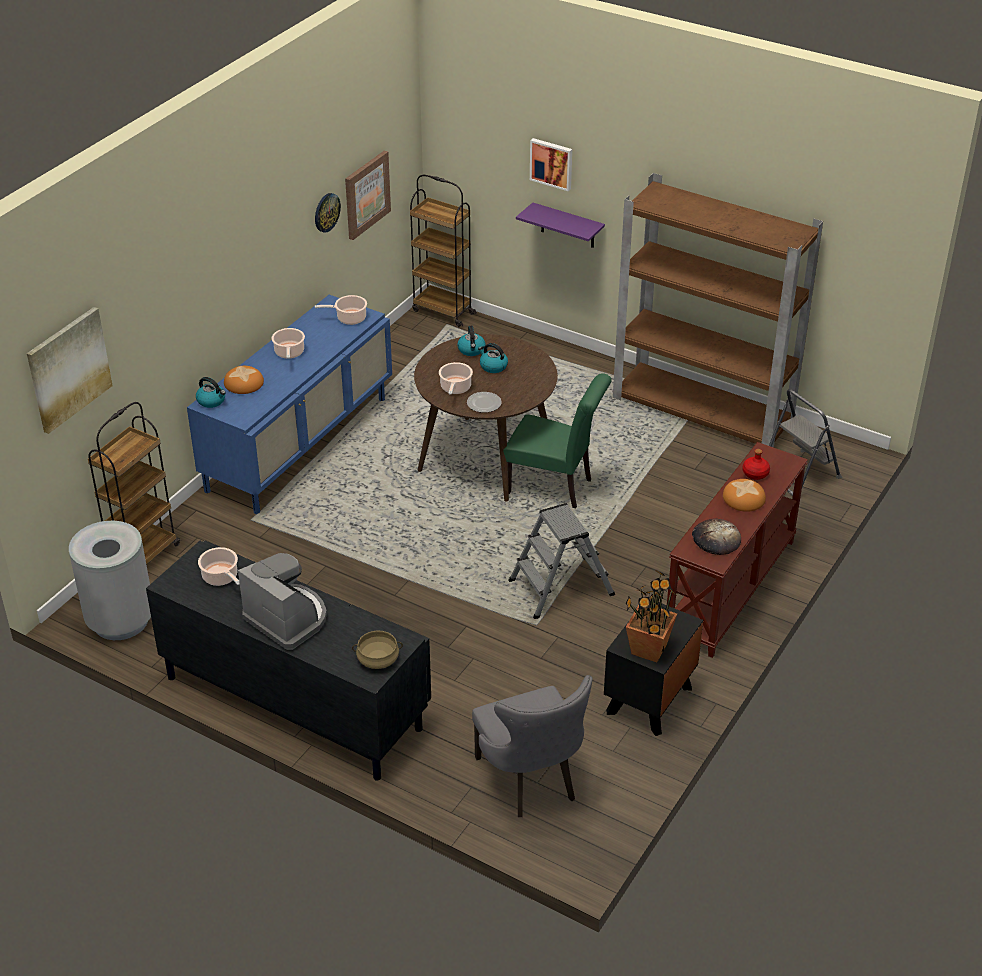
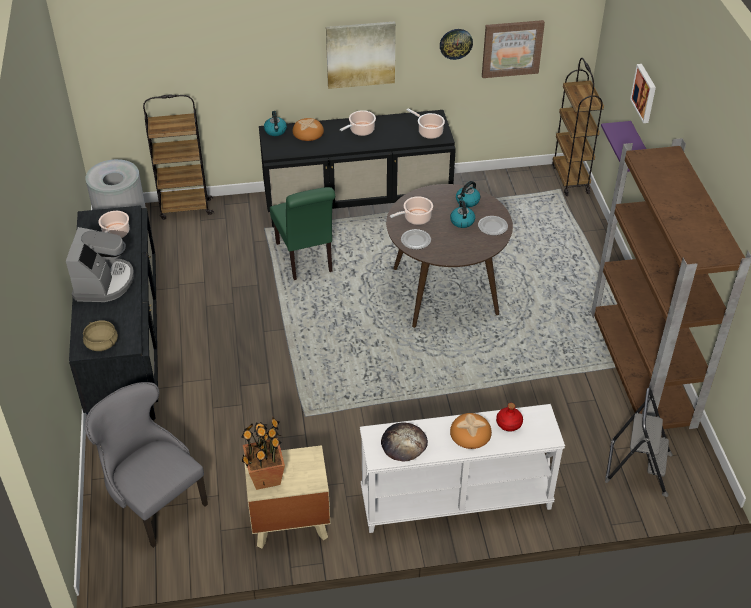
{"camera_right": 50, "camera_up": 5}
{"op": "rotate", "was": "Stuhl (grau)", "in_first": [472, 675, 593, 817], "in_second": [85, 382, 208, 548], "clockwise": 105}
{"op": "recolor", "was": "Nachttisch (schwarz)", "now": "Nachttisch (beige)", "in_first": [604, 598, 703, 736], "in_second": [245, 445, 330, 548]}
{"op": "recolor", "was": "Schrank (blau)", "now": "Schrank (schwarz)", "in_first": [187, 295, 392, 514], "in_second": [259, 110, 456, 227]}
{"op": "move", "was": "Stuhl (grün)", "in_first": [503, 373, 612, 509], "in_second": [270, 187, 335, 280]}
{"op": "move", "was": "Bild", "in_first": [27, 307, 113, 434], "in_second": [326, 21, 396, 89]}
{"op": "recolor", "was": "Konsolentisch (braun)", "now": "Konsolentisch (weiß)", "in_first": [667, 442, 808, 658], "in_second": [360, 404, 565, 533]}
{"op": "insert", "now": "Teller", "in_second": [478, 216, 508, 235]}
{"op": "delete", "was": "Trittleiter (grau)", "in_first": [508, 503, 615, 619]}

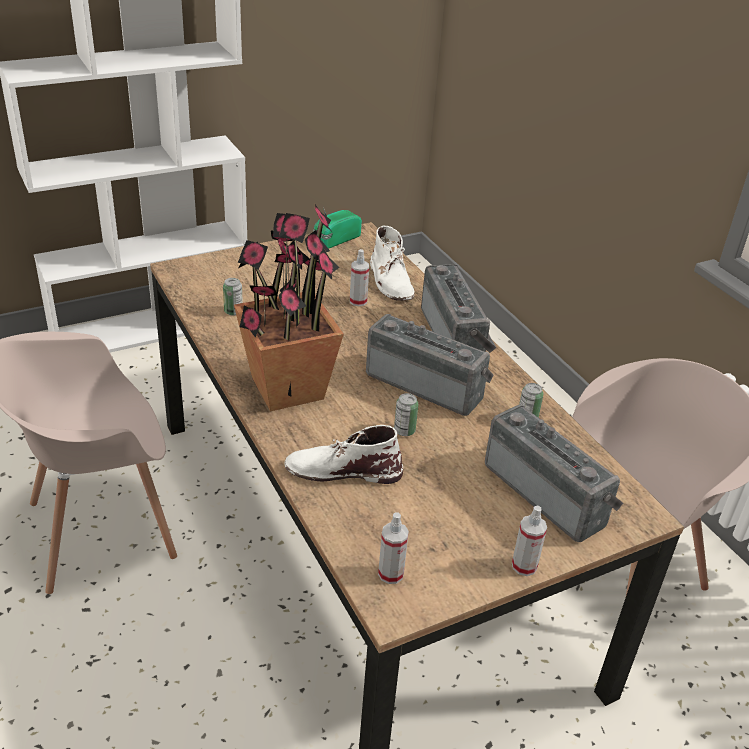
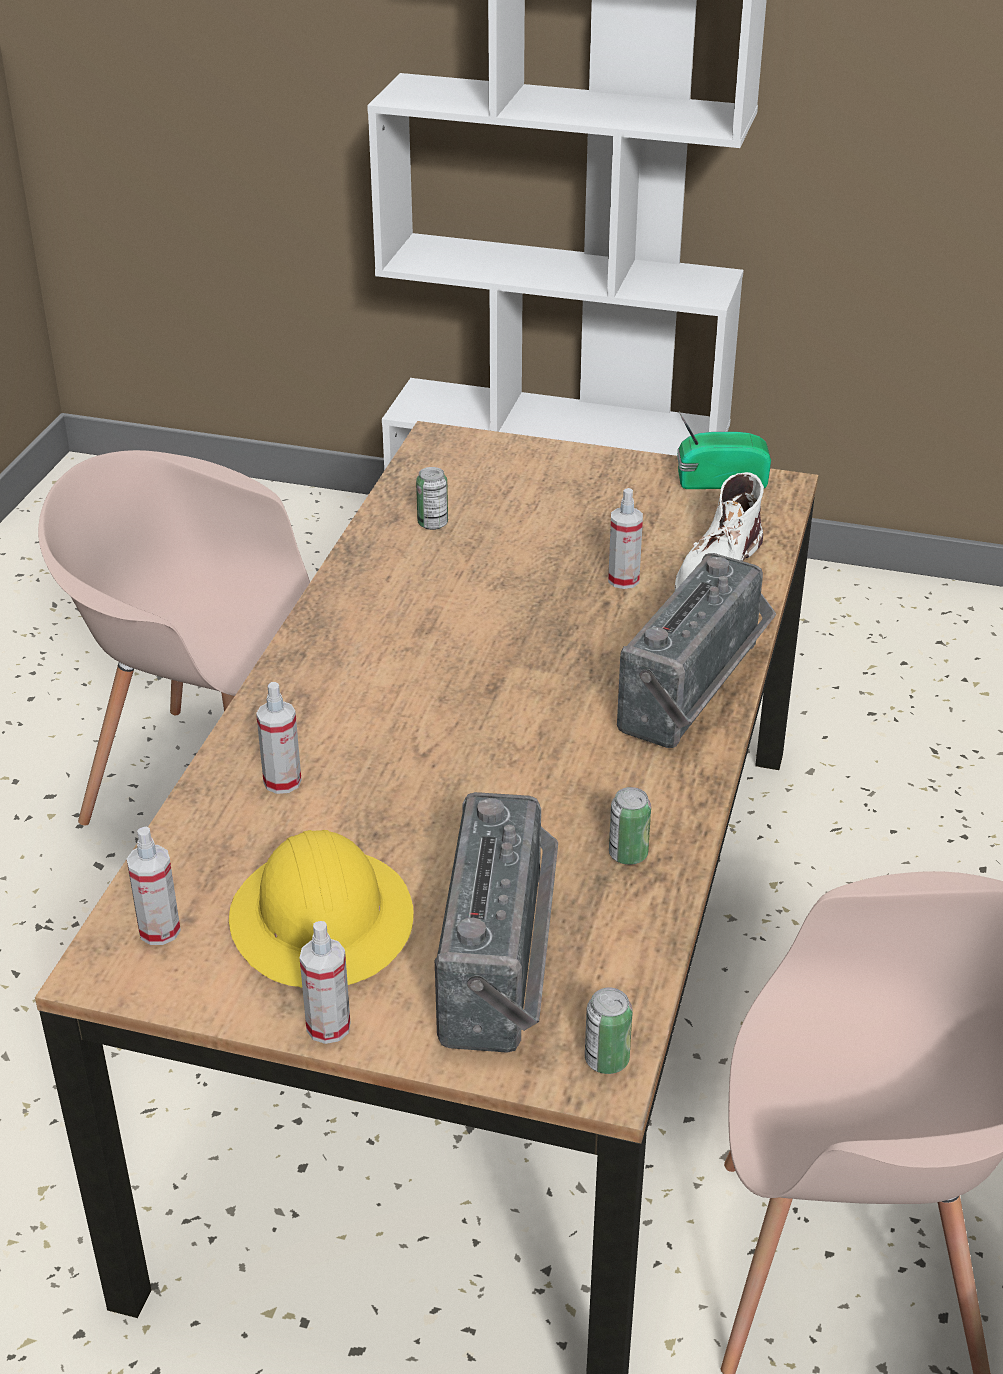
{"camera_right": 45, "camera_up": 0}
{"op": "insert", "now": "Schutzhelm (gelb)", "in_second": [229, 830, 413, 988]}
{"op": "replace", "was": "Stiefel (weiß)", "now": "Sprühflasche", "in_first": [284, 425, 403, 484], "in_second": [256, 682, 302, 794]}
{"op": "move", "was": "Dose", "in_first": [394, 393, 418, 436], "in_second": [585, 988, 633, 1074]}
{"op": "delete", "was": "Topfpflanze", "in_first": [234, 204, 344, 412]}
{"op": "delete", "was": "Radio", "in_first": [366, 314, 493, 416]}

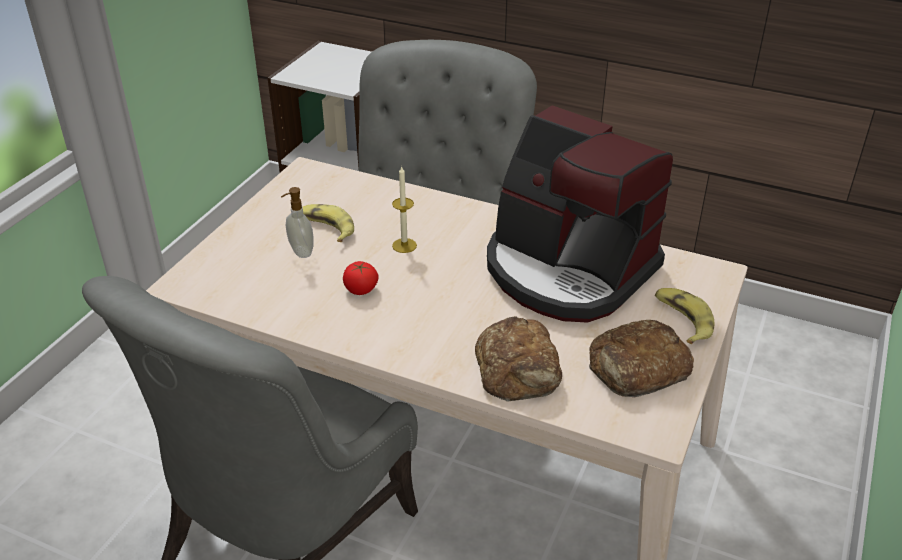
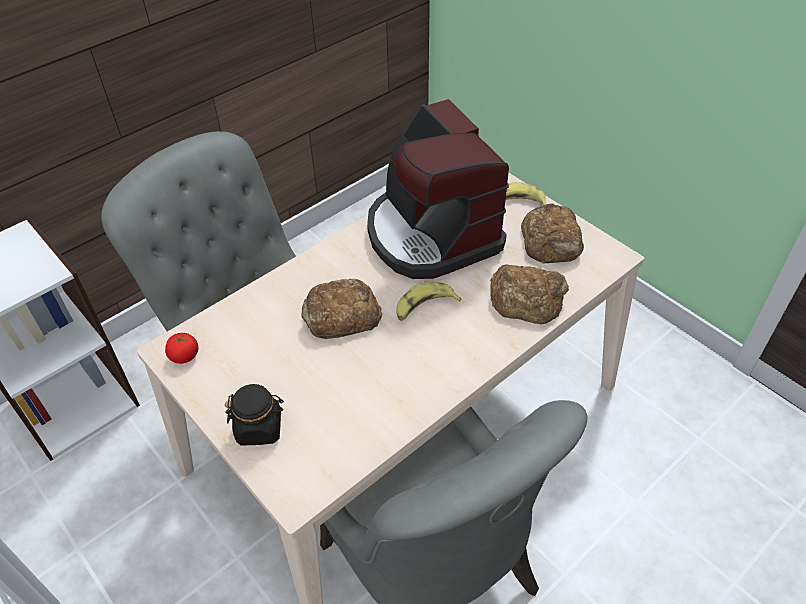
{"camera_right": -65, "camera_up": 10}
{"op": "move", "was": "Tomate", "in_first": [343, 261, 379, 295], "in_second": [165, 333, 198, 364]}
{"op": "insert", "now": "Vorratsglas (schwarz)", "in_second": [225, 384, 284, 446]}
{"op": "replace", "was": "Kerze", "now": "Brot", "in_first": [392, 166, 417, 253], "in_second": [301, 279, 382, 339]}
{"op": "rotate", "was": "Kaffeemaschine", "in_first": [487, 105, 673, 323], "in_second": [367, 99, 509, 279], "clockwise": 90}
{"op": "move", "was": "Banane", "in_first": [303, 204, 354, 242], "in_second": [397, 282, 461, 321]}
{"op": "delete", "was": "Seifenspender", "in_first": [281, 187, 314, 258]}

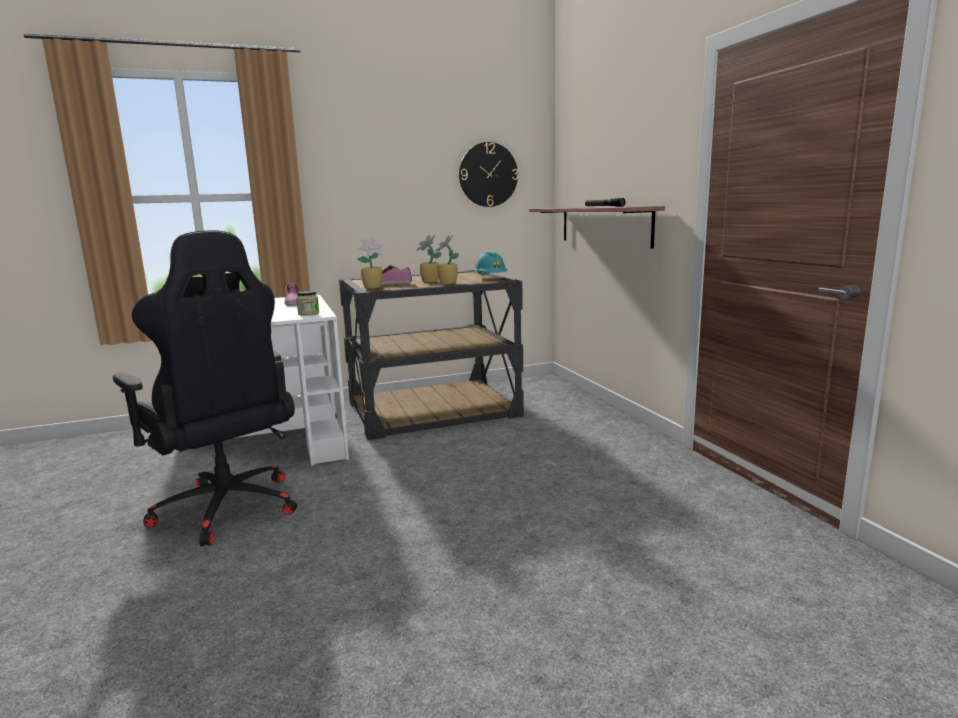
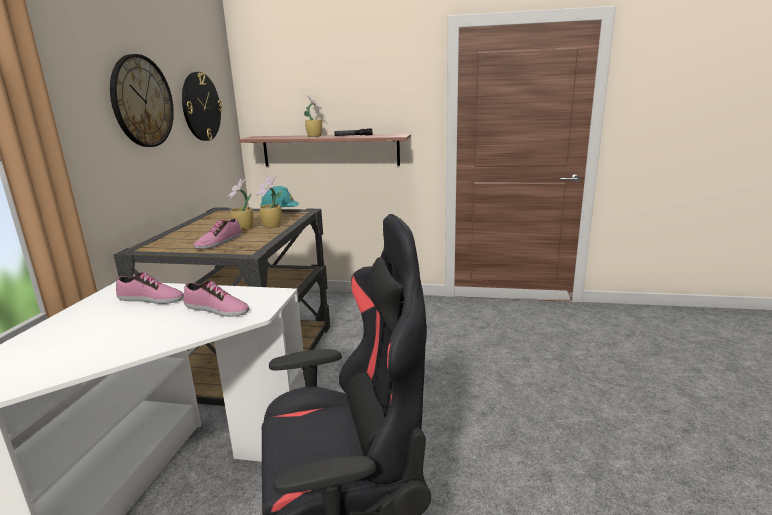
{"camera_right": -60, "camera_up": 5}
{"op": "insert", "now": "Wanduhr", "in_second": [110, 54, 174, 147]}
{"op": "insert", "now": "Schuh", "in_second": [184, 281, 250, 317]}
{"op": "move", "was": "Topfpflanze", "in_first": [357, 237, 384, 289], "in_second": [304, 96, 322, 137]}
{"op": "delete", "was": "Vorratsglas", "in_first": [296, 291, 319, 316]}

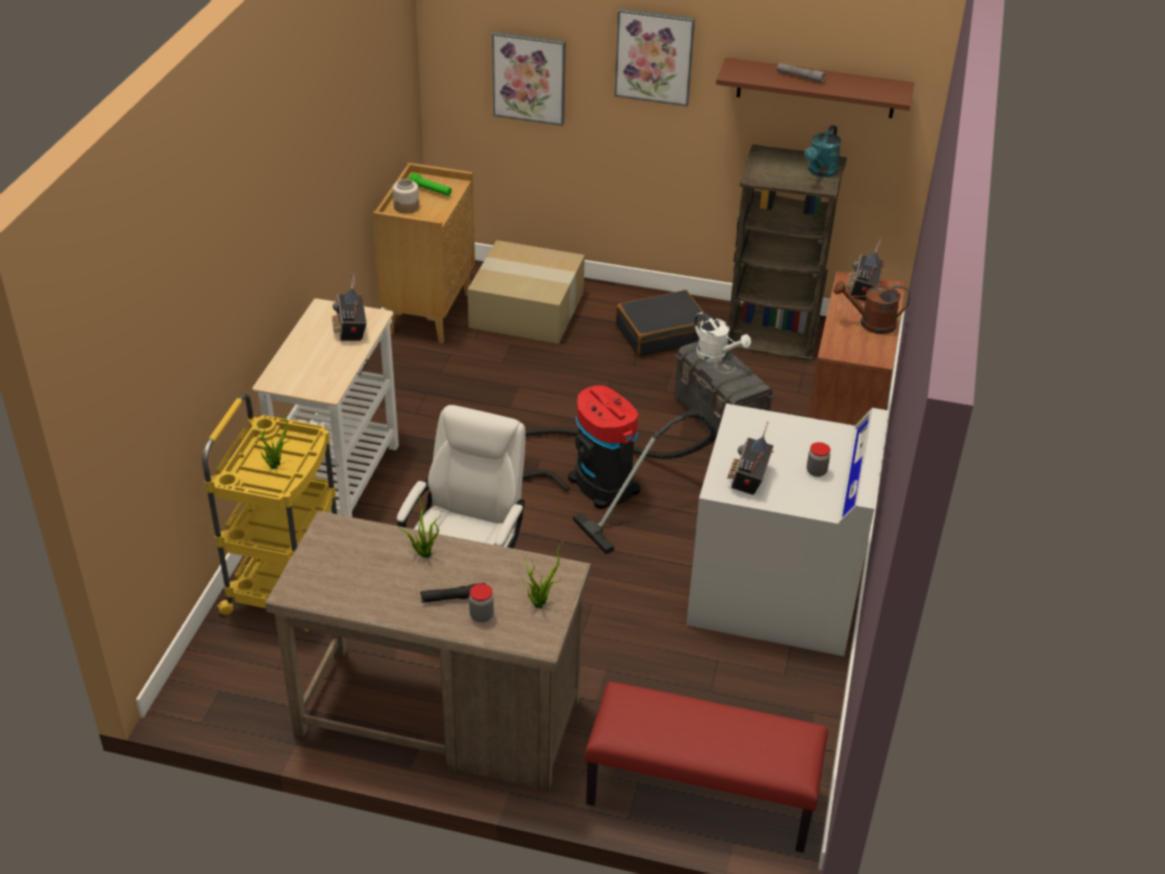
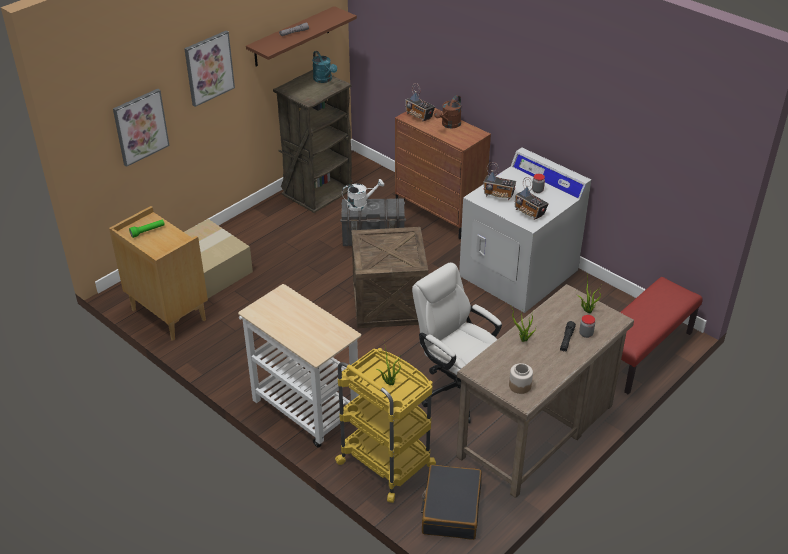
{"camera_right": -60, "camera_up": 0}
{"op": "replace", "was": "Staubsauger", "now": "Kiste", "in_first": [522, 385, 717, 554], "in_second": [351, 227, 428, 328]}
{"op": "move", "was": "Koffer (schwarz)", "in_first": [616, 290, 707, 358], "in_second": [421, 465, 482, 540]}
{"op": "move", "was": "Radio", "in_first": [332, 273, 367, 341], "in_second": [483, 162, 516, 200]}
{"op": "move", "was": "Vorratsglas", "in_first": [393, 179, 419, 214], "in_second": [509, 363, 533, 394]}

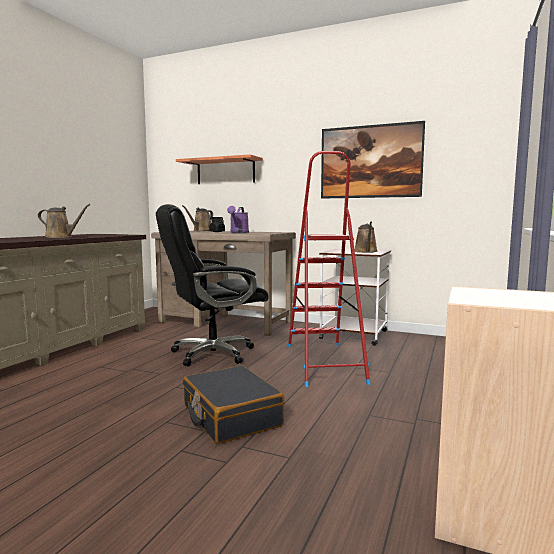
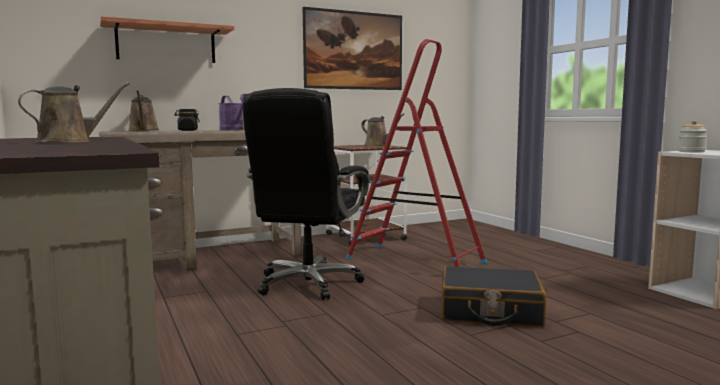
{"camera_right": -50, "camera_up": 0}
{"op": "insert", "now": "Vorratsglas", "in_second": [678, 120, 707, 153]}

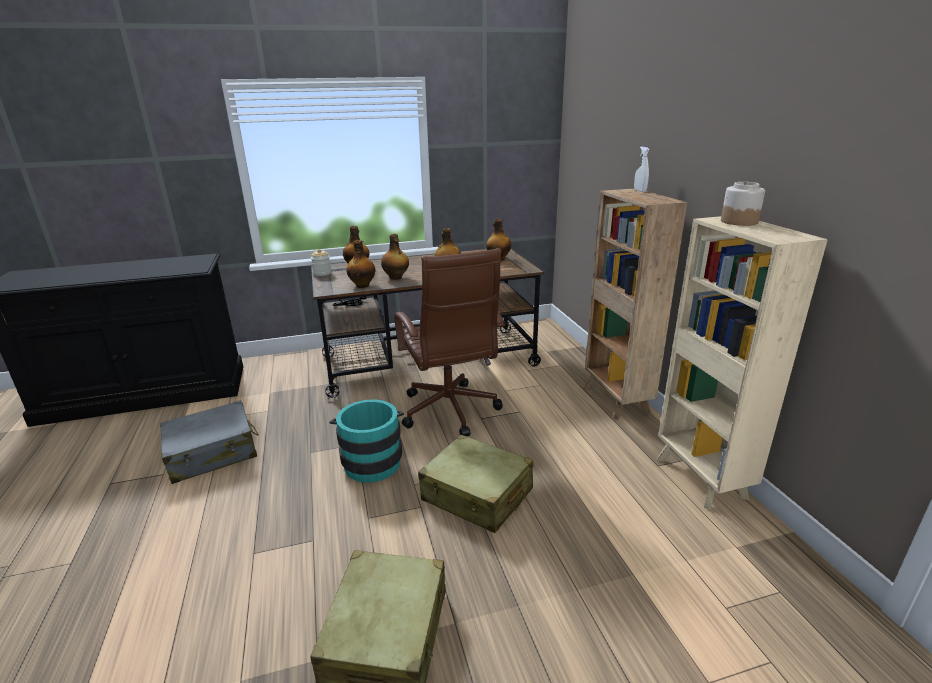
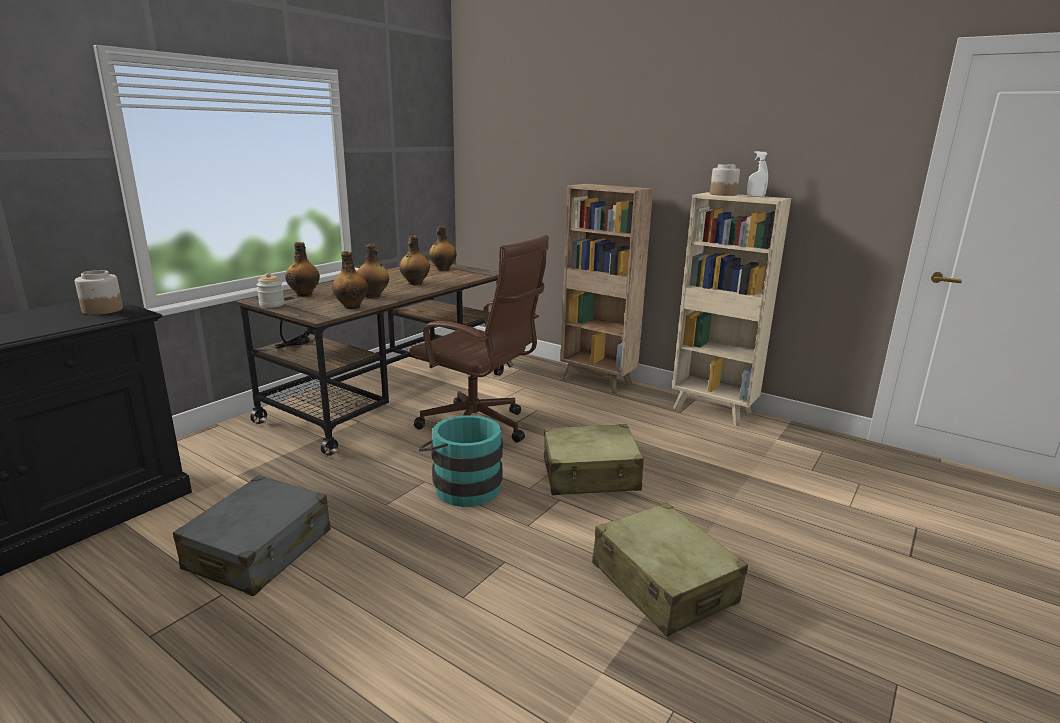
{"camera_right": -40, "camera_up": -5}
{"op": "insert", "now": "Vorratsglas", "in_second": [75, 270, 123, 315]}
{"op": "move", "was": "Sprühflasche (weiß)", "in_first": [634, 147, 649, 192], "in_second": [747, 151, 768, 197]}

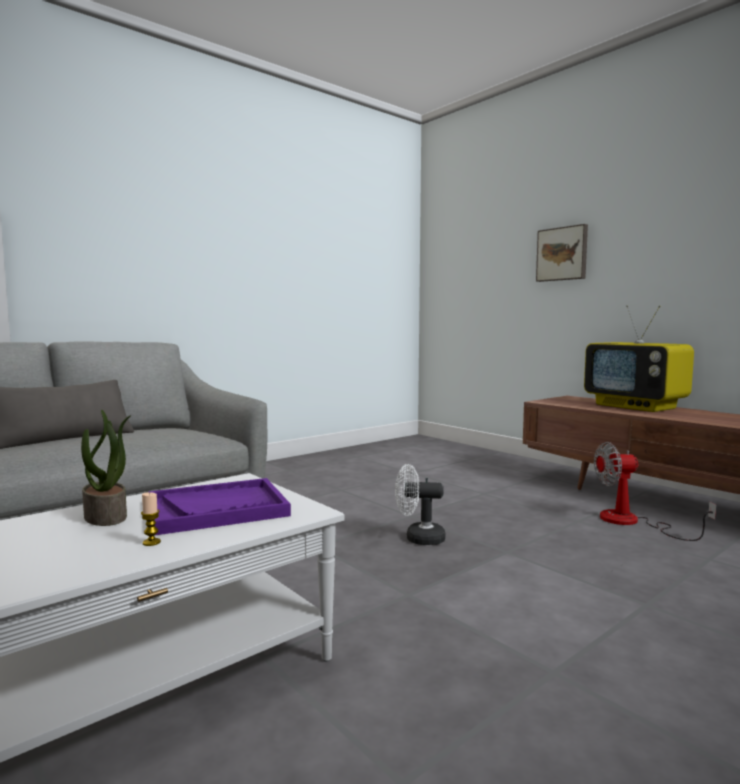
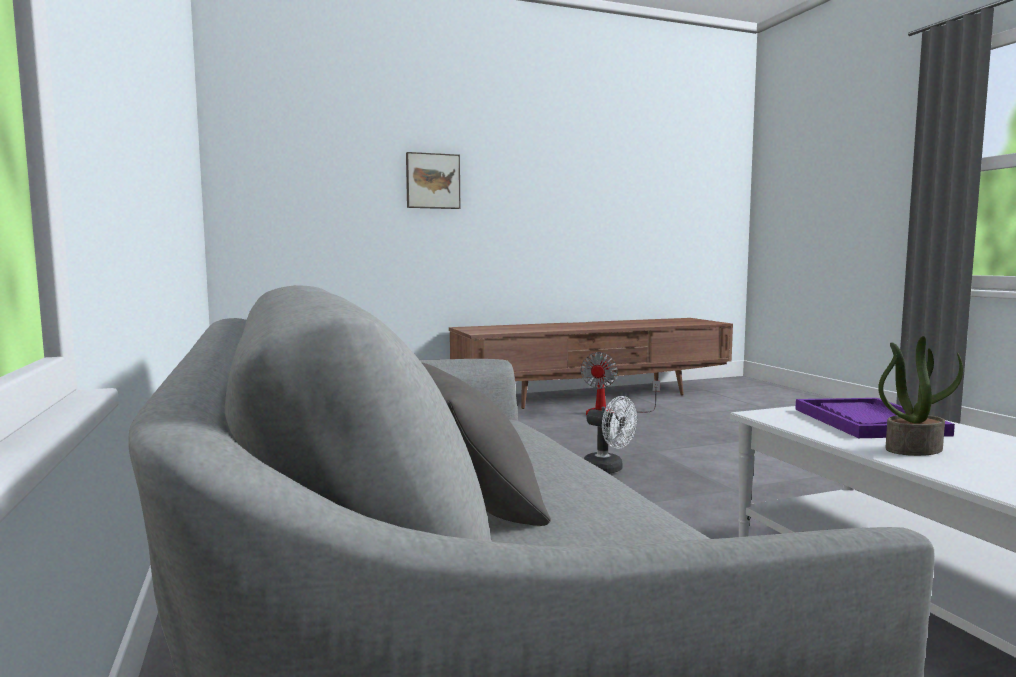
{"camera_right": -70, "camera_up": 0}
{"op": "rotate", "was": "Ventilator (weiß)", "in_first": [395, 464, 446, 545], "in_second": [584, 396, 637, 474], "clockwise": -75}
{"op": "delete", "was": "Kerze", "in_first": [141, 492, 161, 546]}
{"op": "delete", "was": "Fernseher", "in_first": [584, 305, 694, 412]}

